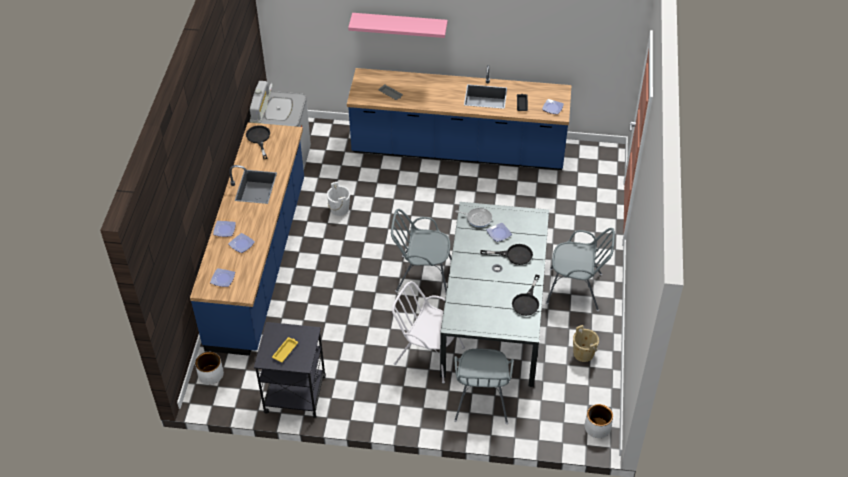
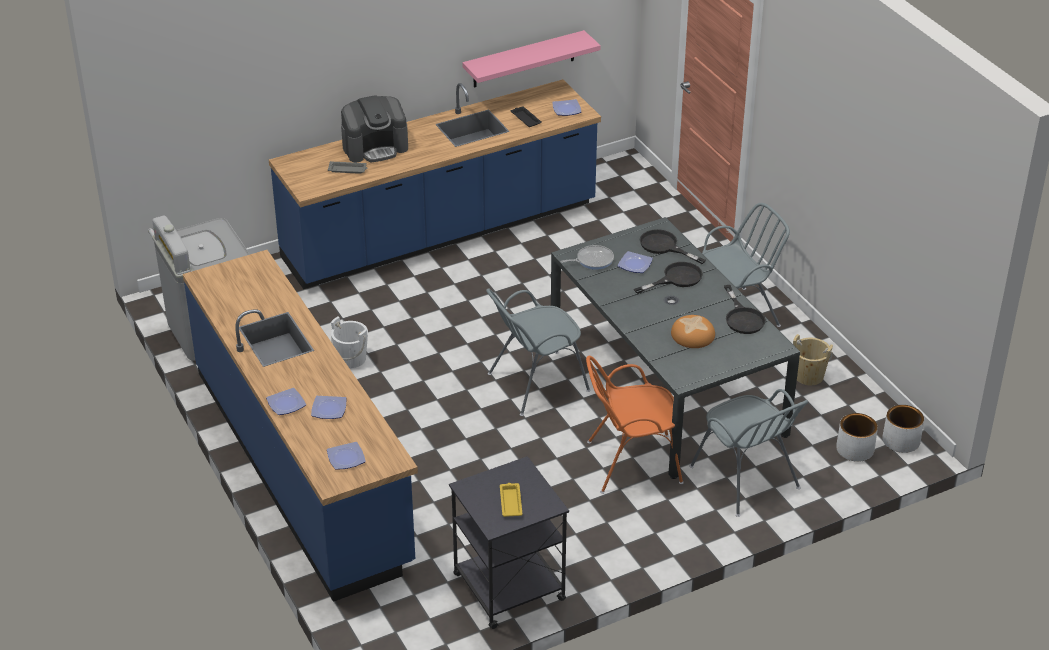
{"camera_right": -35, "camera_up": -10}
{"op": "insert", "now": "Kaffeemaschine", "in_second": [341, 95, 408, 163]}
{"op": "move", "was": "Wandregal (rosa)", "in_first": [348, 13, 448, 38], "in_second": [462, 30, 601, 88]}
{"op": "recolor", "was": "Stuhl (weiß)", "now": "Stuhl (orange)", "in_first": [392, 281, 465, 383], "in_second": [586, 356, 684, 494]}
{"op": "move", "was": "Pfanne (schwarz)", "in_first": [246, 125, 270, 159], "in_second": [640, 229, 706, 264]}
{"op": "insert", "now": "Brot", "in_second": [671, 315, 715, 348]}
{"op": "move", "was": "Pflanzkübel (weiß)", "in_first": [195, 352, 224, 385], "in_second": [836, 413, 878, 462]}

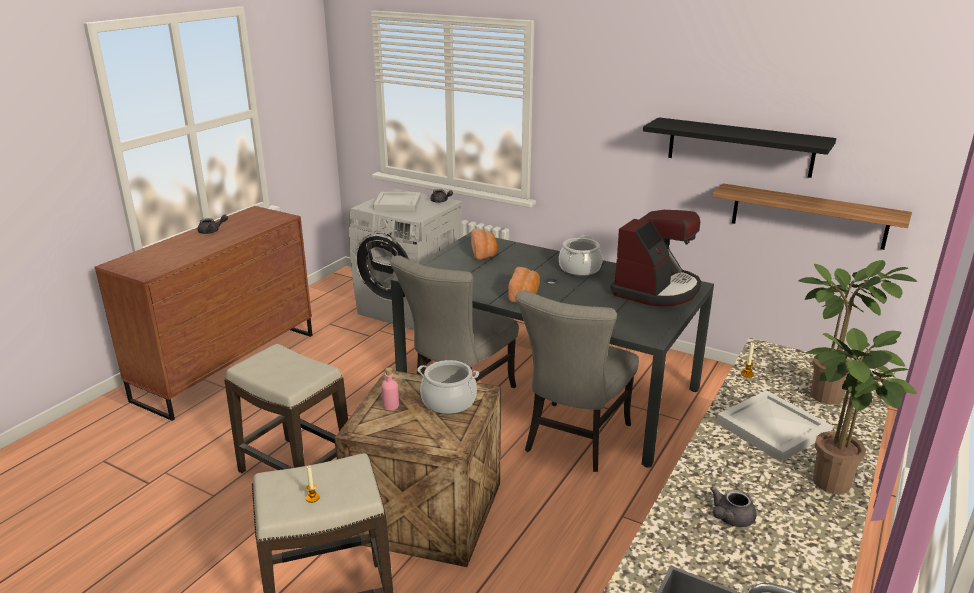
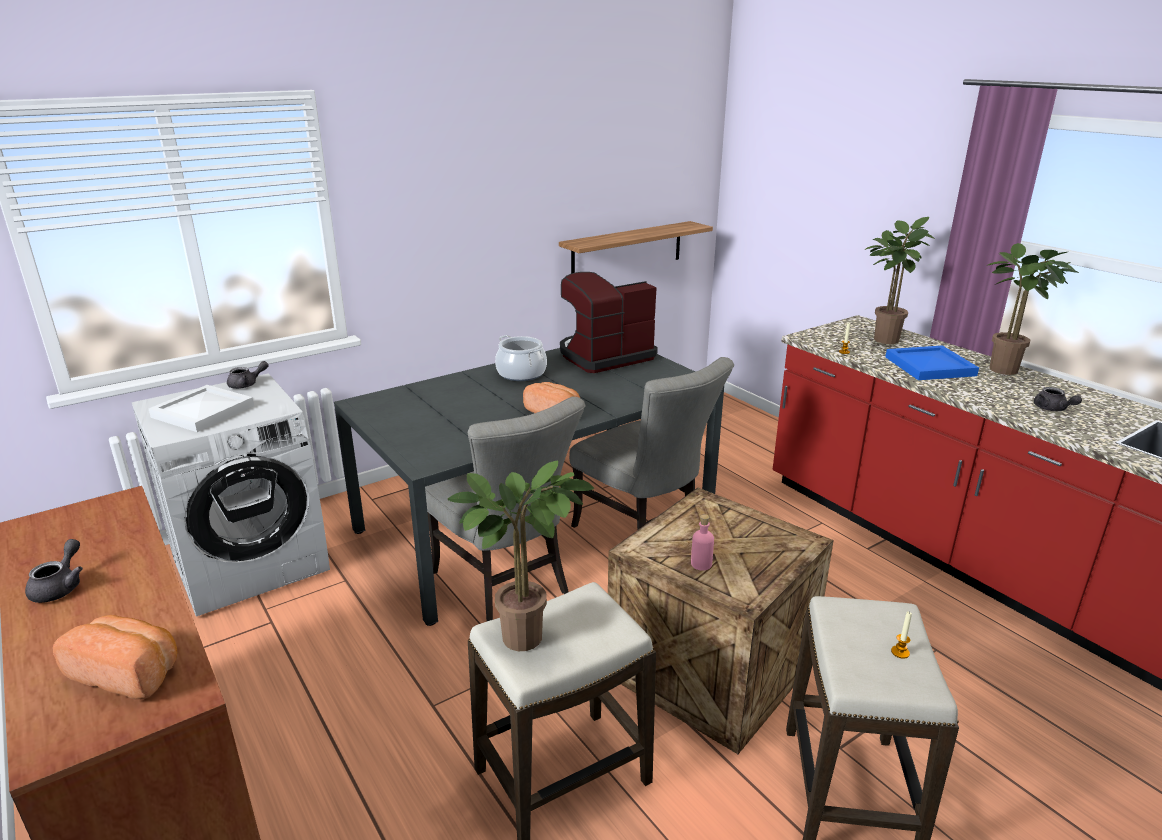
{"camera_right": -65, "camera_up": 0}
{"op": "move", "was": "Brot", "in_first": [471, 229, 497, 260], "in_second": [53, 615, 177, 699]}
{"op": "insert", "now": "Topfpflanze", "in_second": [448, 460, 594, 651]}
{"op": "rotate", "was": "Kaffeemaschine", "in_first": [610, 210, 702, 307], "in_second": [560, 272, 658, 373], "clockwise": -90}
{"op": "recolor", "was": "Tablett (weiß)", "now": "Tablett (blau)", "in_first": [716, 390, 832, 462], "in_second": [885, 346, 979, 380]}
{"op": "delete", "was": "Kochtopf", "in_first": [417, 360, 479, 415]}
{"op": "delete", "was": "Wandregal (schwarz)", "in_first": [643, 117, 836, 178]}

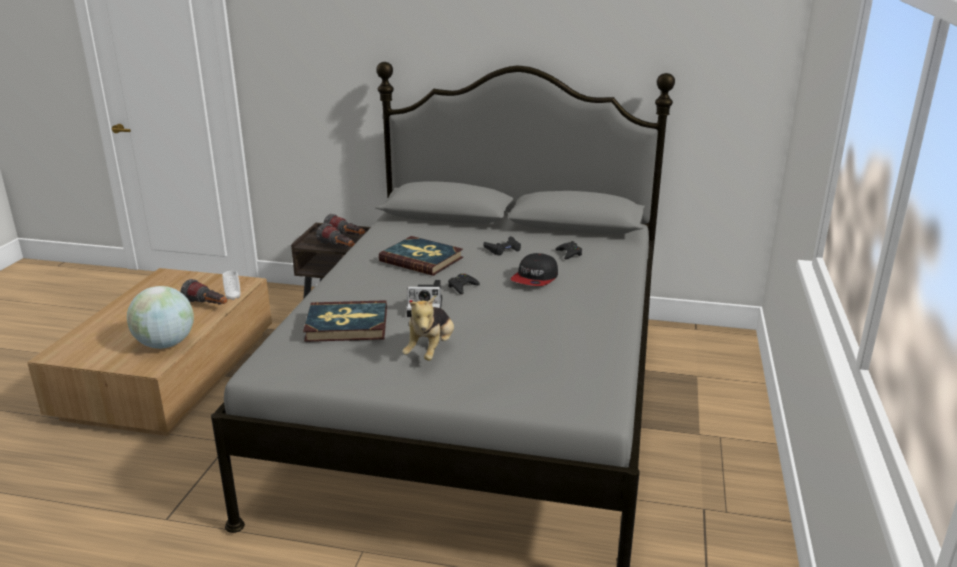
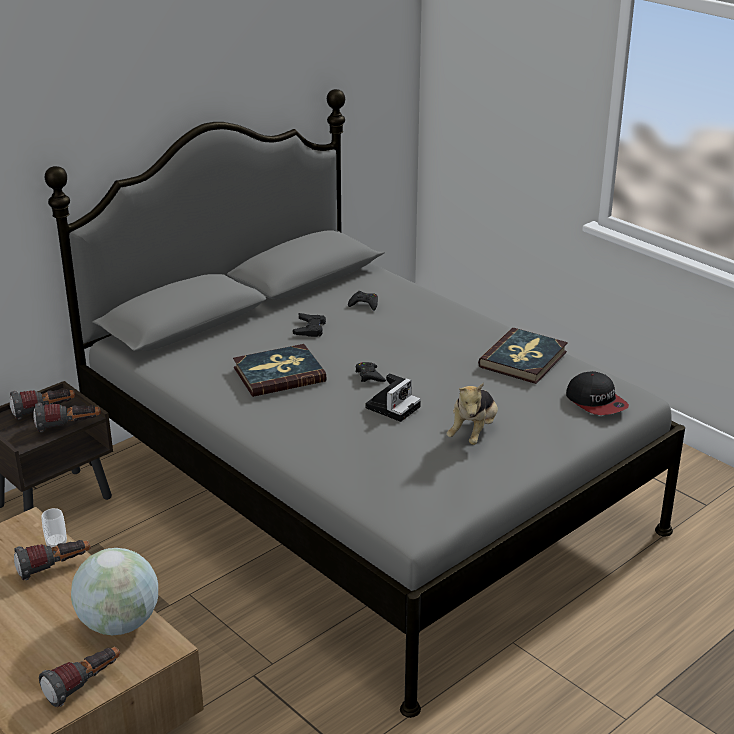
{"camera_right": -55, "camera_up": 5}
{"op": "insert", "now": "Taschenlampe", "in_second": [39, 647, 120, 707]}
{"op": "rotate", "was": "Plüschtier", "in_first": [402, 297, 454, 361], "in_second": [446, 383, 498, 445], "clockwise": 60}
{"op": "move", "was": "Buch", "in_first": [303, 300, 387, 342], "in_second": [478, 328, 568, 384]}
{"op": "move", "was": "Kappe", "in_first": [510, 253, 558, 286], "in_second": [566, 371, 629, 415]}

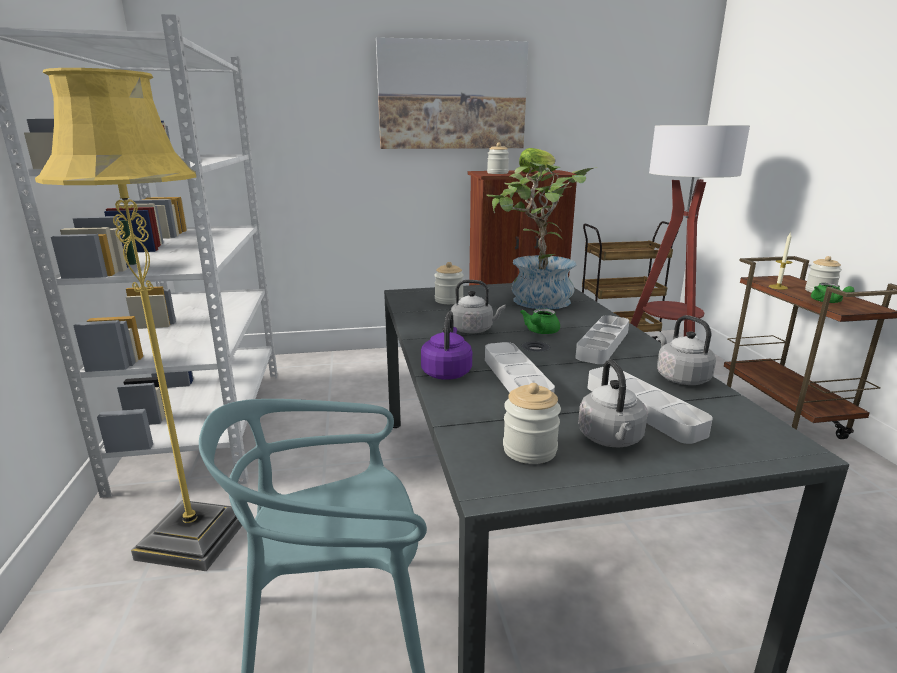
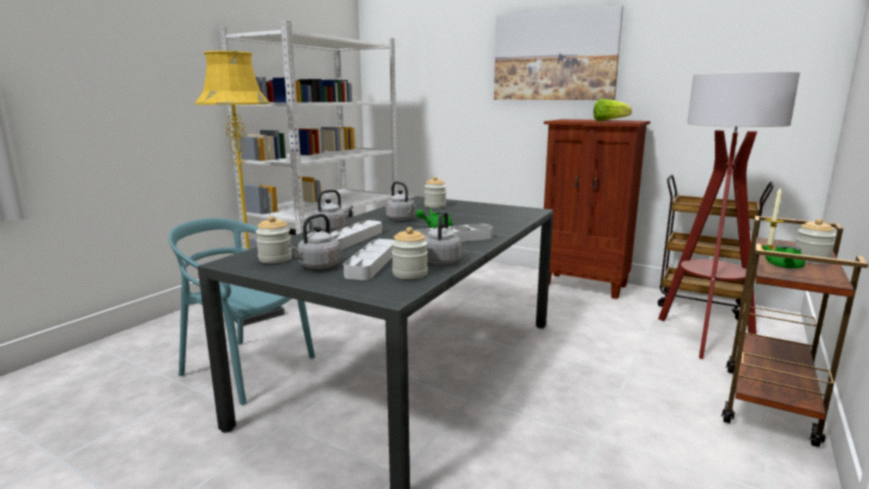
{"camera_right": 40, "camera_up": -5}
{"op": "recolor", "was": "Wasserkessel (lila)", "now": "Wasserkessel (grau)", "in_first": [421, 311, 472, 380], "in_second": [312, 190, 353, 232]}
{"op": "move", "was": "Vorratsglas", "in_first": [487, 143, 509, 174], "in_second": [392, 227, 428, 279]}
{"op": "delete", "was": "Topfpflanze", "in_first": [487, 162, 598, 309]}

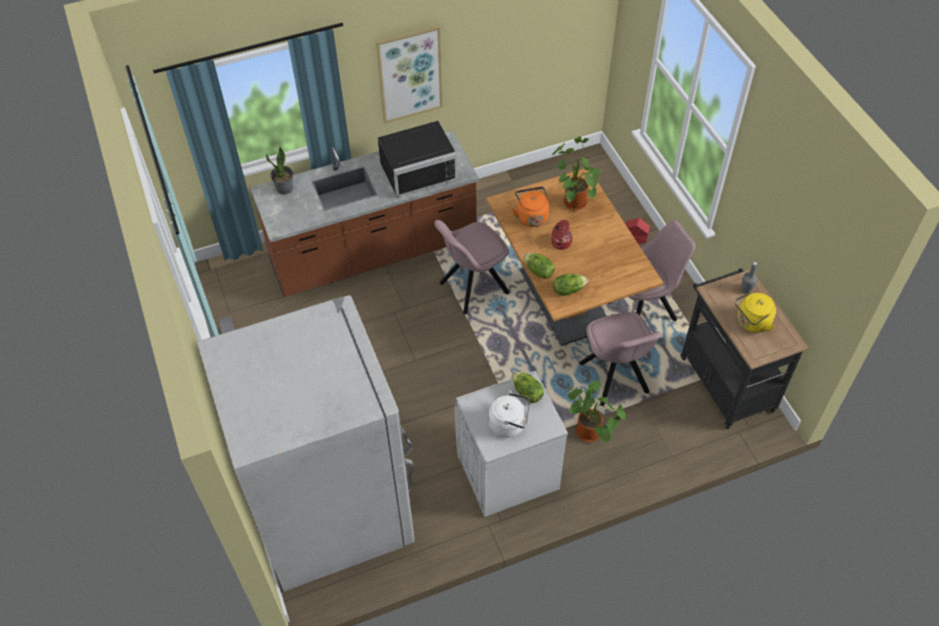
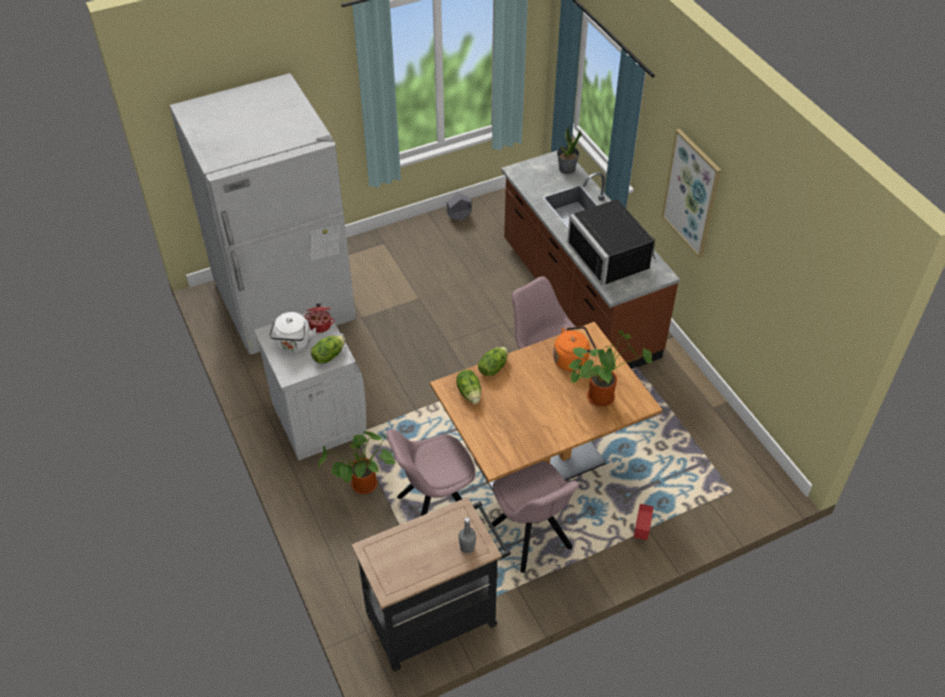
{"camera_right": 85, "camera_up": -5}
{"op": "move", "was": "Kochtopf", "in_first": [551, 220, 573, 250], "in_second": [305, 304, 334, 333]}
{"op": "delete", "was": "Wasserkessel (gelb)", "in_first": [735, 292, 776, 333]}

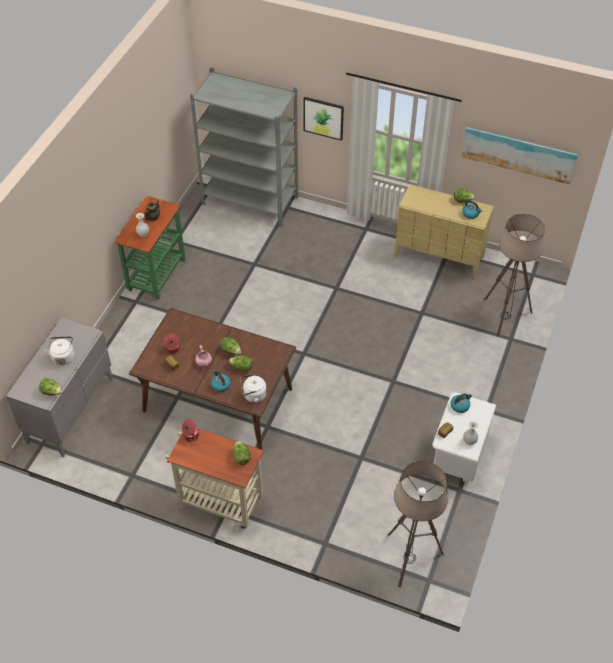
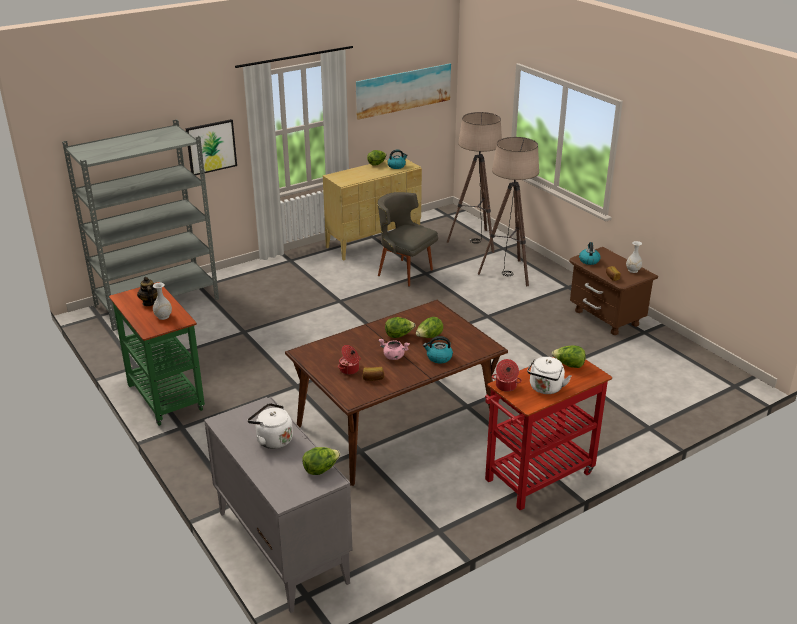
{"camera_right": -55, "camera_up": -20}
{"op": "insert", "now": "Stuhl (grau)", "in_second": [378, 192, 438, 287]}
{"op": "move", "was": "Stehlampe", "in_first": [388, 461, 448, 588], "in_second": [478, 137, 539, 286]}
{"op": "recolor", "was": "Rollwagen (beige)", "now": "Rollwagen (rot)", "in_first": [165, 428, 264, 529], "in_second": [485, 357, 612, 510]}
{"op": "move", "was": "Wasserkessel (weiß)", "in_first": [240, 374, 267, 403], "in_second": [527, 357, 571, 394]}
{"op": "recolor", "was": "Nachttisch (weiß)", "now": "Nachttisch (braun)", "in_first": [433, 392, 496, 483], "in_second": [570, 247, 658, 335]}

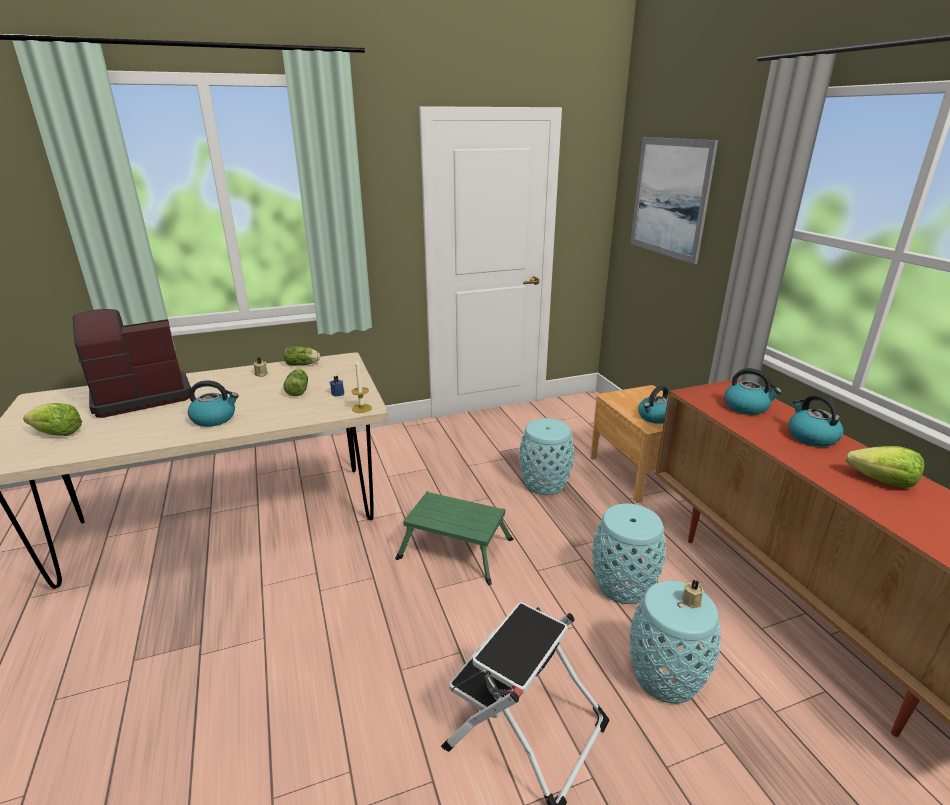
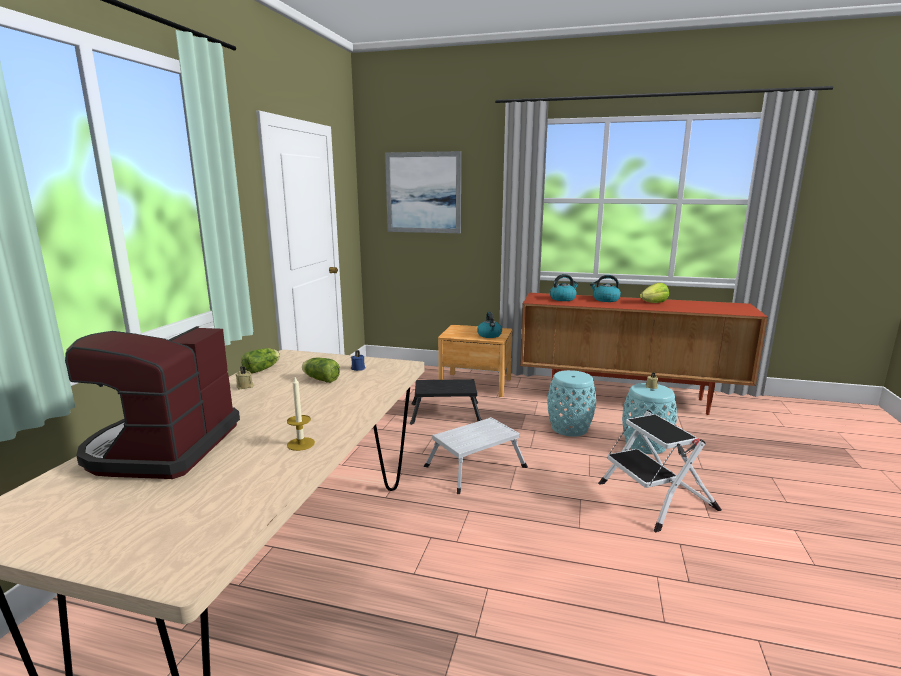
{"camera_right": -55, "camera_up": -10}
{"op": "move", "was": "Kerze", "in_first": [351, 360, 372, 413], "in_second": [287, 377, 315, 451]}
{"op": "replace", "was": "Hocker (türkis)", "now": "Trittleiter (schwarz)", "in_first": [519, 418, 574, 495], "in_second": [410, 379, 482, 425]}
{"op": "recolor", "was": "Trittleiter (grün)", "now": "Trittleiter (weiß)", "in_first": [395, 491, 514, 586], "in_second": [424, 417, 528, 494]}
{"op": "delete", "was": "Salatkopf", "in_first": [23, 403, 82, 436]}
{"op": "delete", "was": "Wasserkessel", "in_first": [188, 380, 239, 427]}

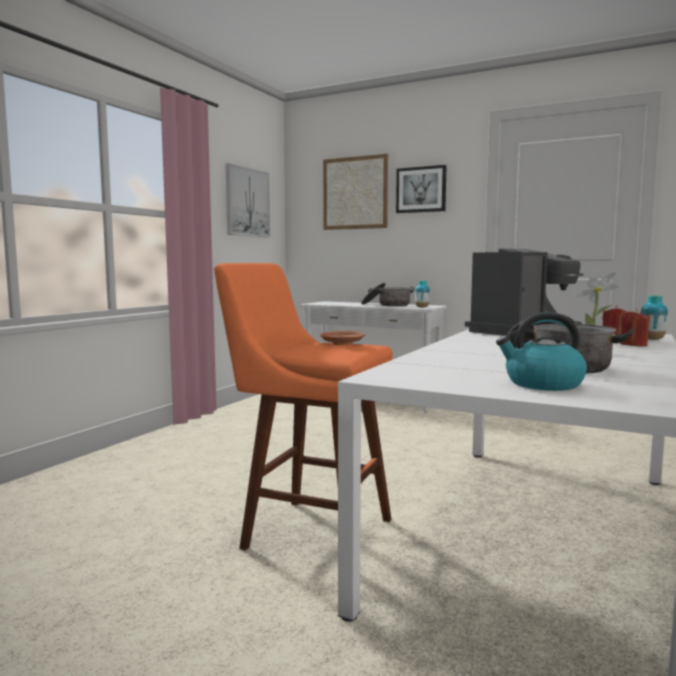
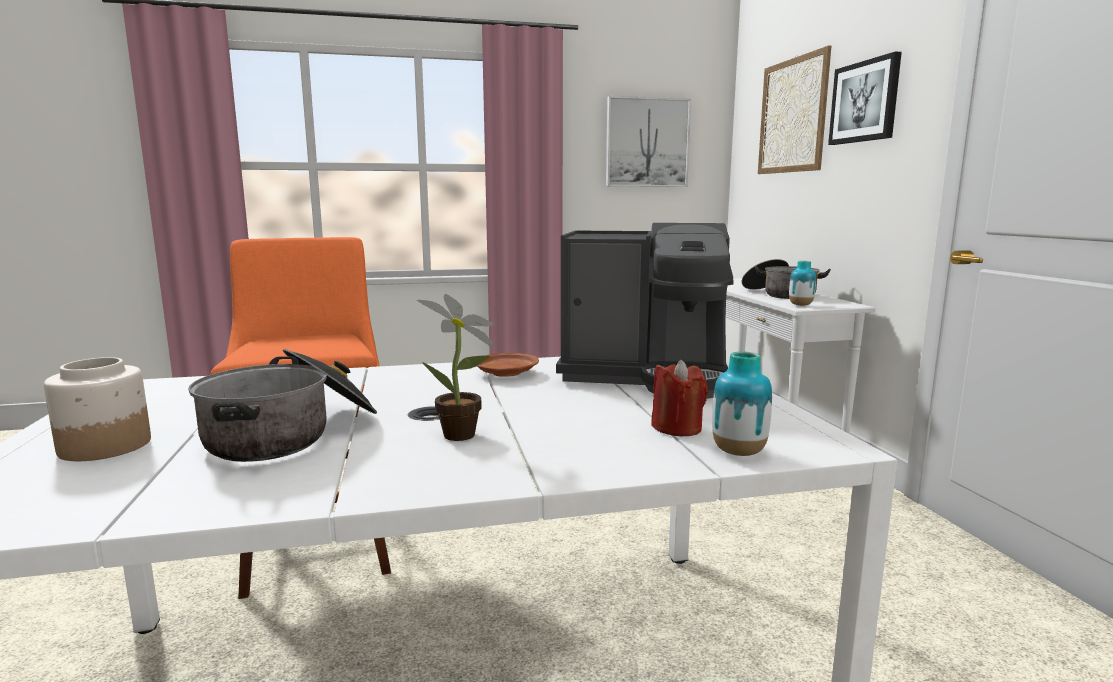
{"camera_right": 50, "camera_up": 5}
{"op": "replace", "was": "Wasserkessel", "now": "Vorratsglas", "in_first": [496, 312, 587, 391], "in_second": [44, 357, 151, 461]}
{"op": "move", "was": "Teller (braun)", "in_first": [320, 331, 366, 345], "in_second": [477, 353, 539, 377]}
{"op": "delete", "was": "Kerze (rot)", "in_first": [620, 309, 650, 346]}

